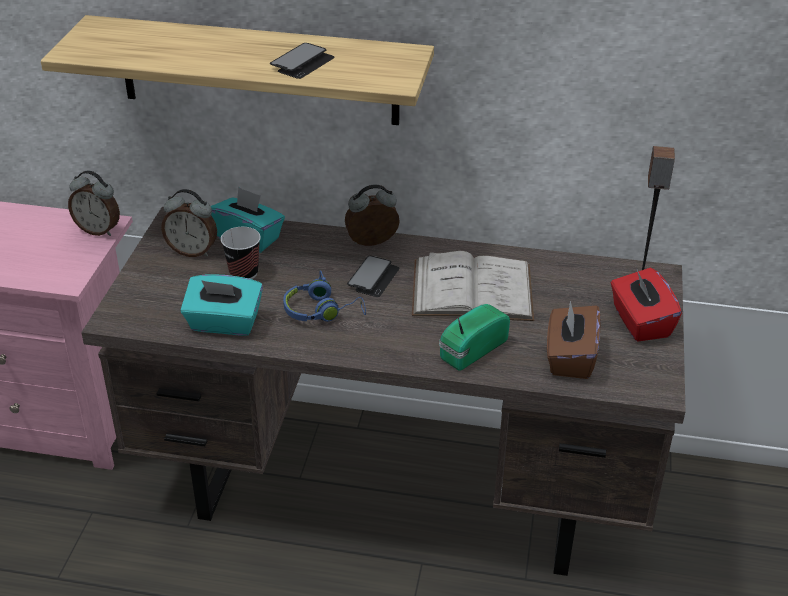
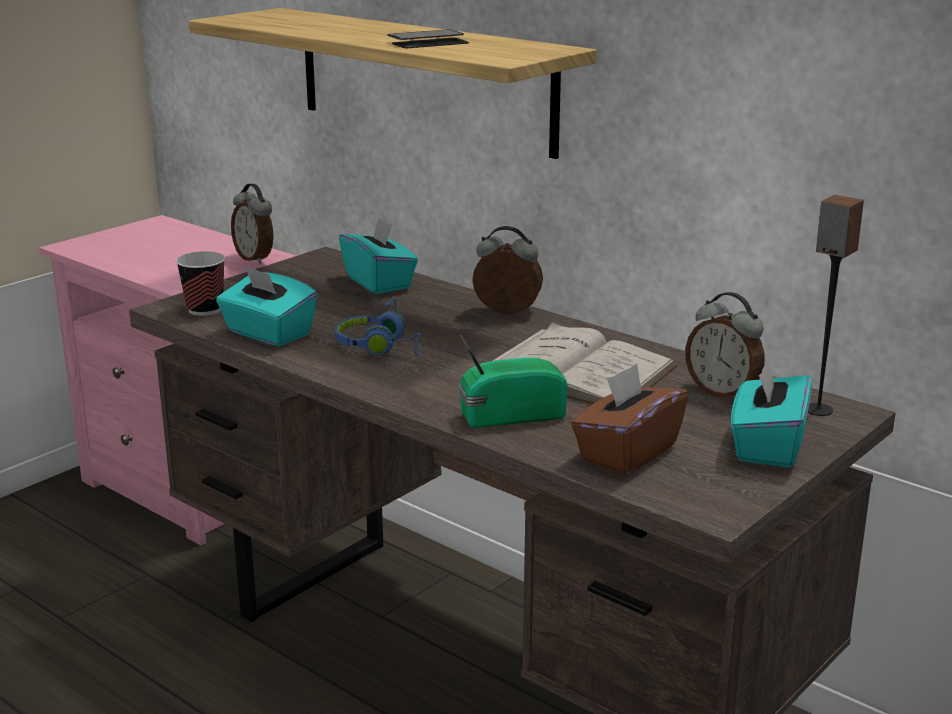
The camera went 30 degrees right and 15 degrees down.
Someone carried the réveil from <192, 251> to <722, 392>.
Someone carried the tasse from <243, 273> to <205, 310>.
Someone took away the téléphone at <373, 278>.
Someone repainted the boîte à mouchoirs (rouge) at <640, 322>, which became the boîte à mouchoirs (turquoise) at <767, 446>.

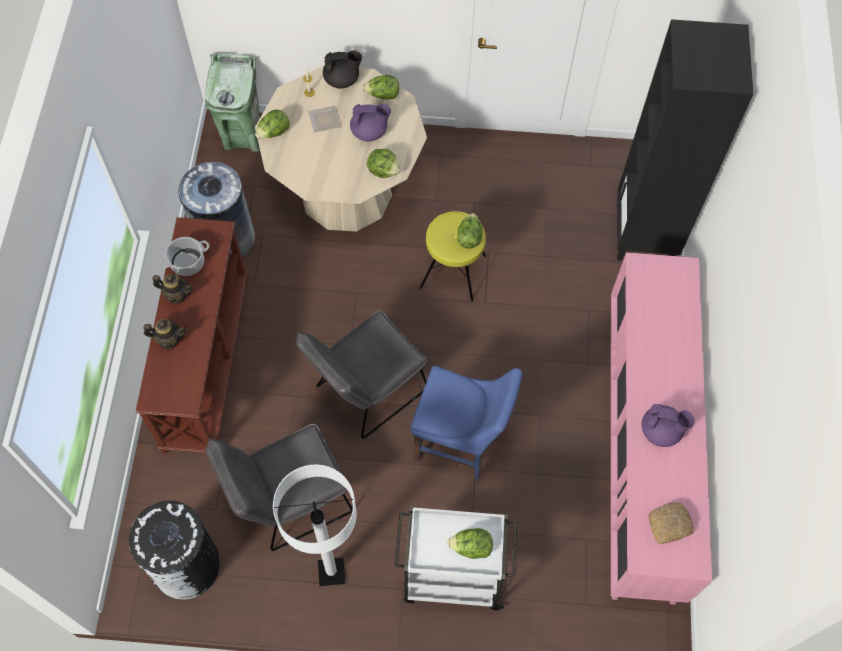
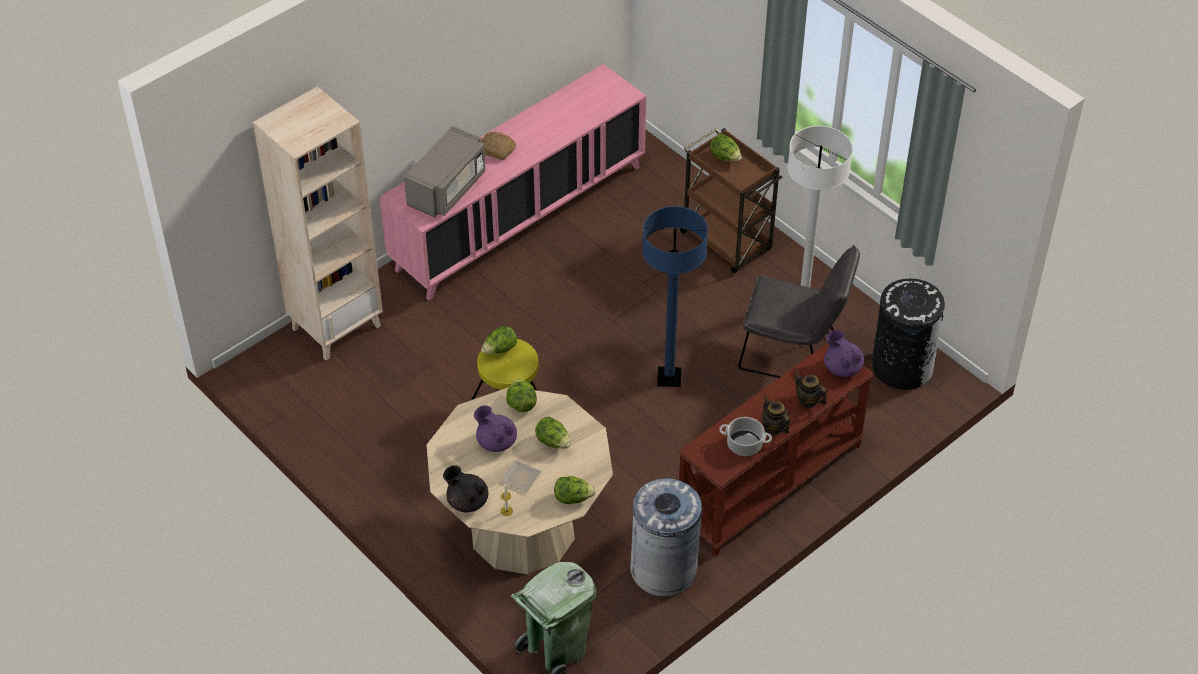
The camera went 135 degrees left and 15 degrees down.
Someone swapped the chaise (gris) at <365, 392> for the lampadaire (bleu) at <669, 378>.
Someone carried the laitue from <382, 95> to <553, 442>.
Someone repainted the chariot (blanc) at <451, 577>, which became the chariot (marron) at <727, 242>.
Someone took away the chaise (bleu) at <460, 444>.
Someone repainted the bibliothèque (noir) at <644, 234>, which became the bibliothèque (beige) at <336, 326>.
Someone carried the théière (violet) from <661, 431> to <842, 367>.
Someone carried the pain from <668, 525> to <497, 149>.
Someone put down the micro-ondes (gris) at <448, 189>.

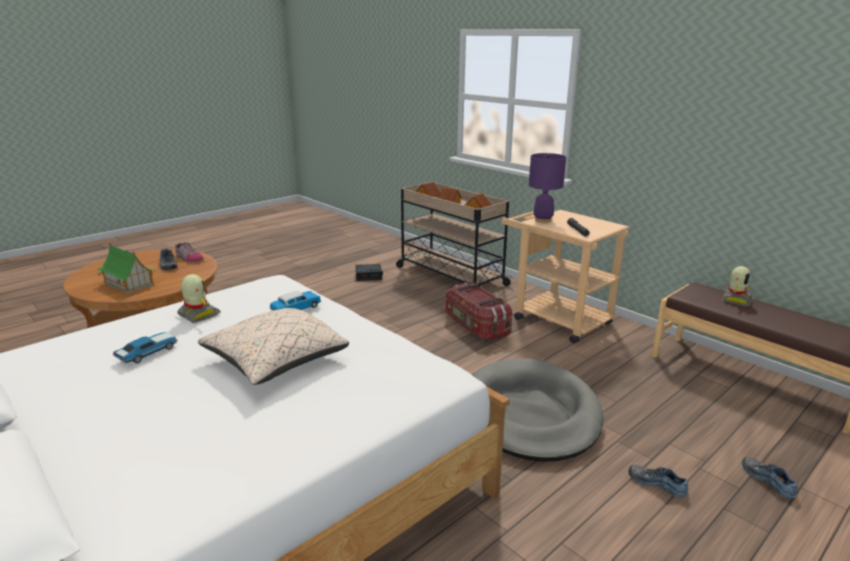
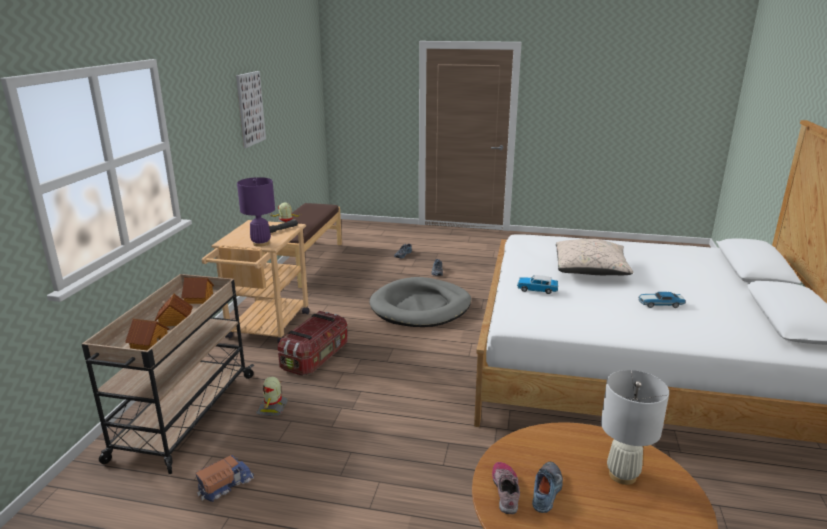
The camera went 125 degrees left and 0 degrees up.
Someone swapped the maison miniature at <129, 284> for the lampe de table (blanc) at <622, 475>.
Someone carried the robot jouet from <198, 315> to <273, 408>.
Someone swapped the réveil at <369, 275> for the camion jouet at <225, 485>.
Someone put up the tableau at <250, 109>.

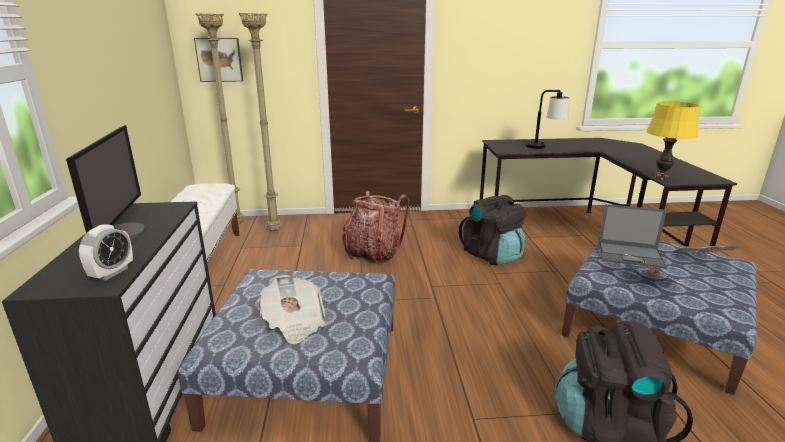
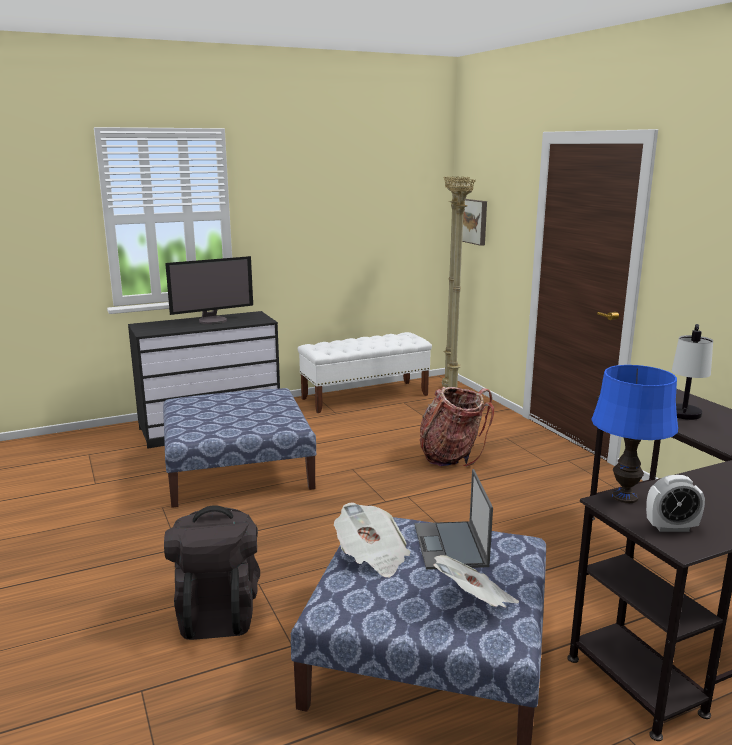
The camera went 70 degrees right and 5 degrees down.
Someone carried the réveil from <112, 273> to <671, 527>.
Someone took away the journal at <294, 323>.
Someone took away the sac à dos (noir) at <492, 255>.
Someone repainted the lampe de table (jaune) at <661, 177>, which became the lampe de table (bleu) at <625, 497>.

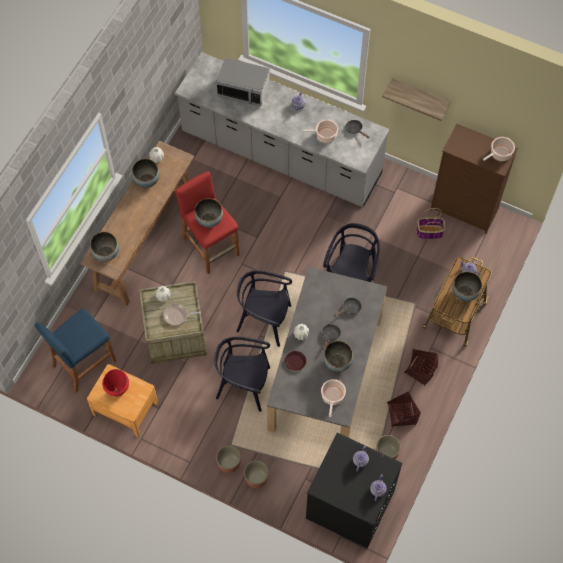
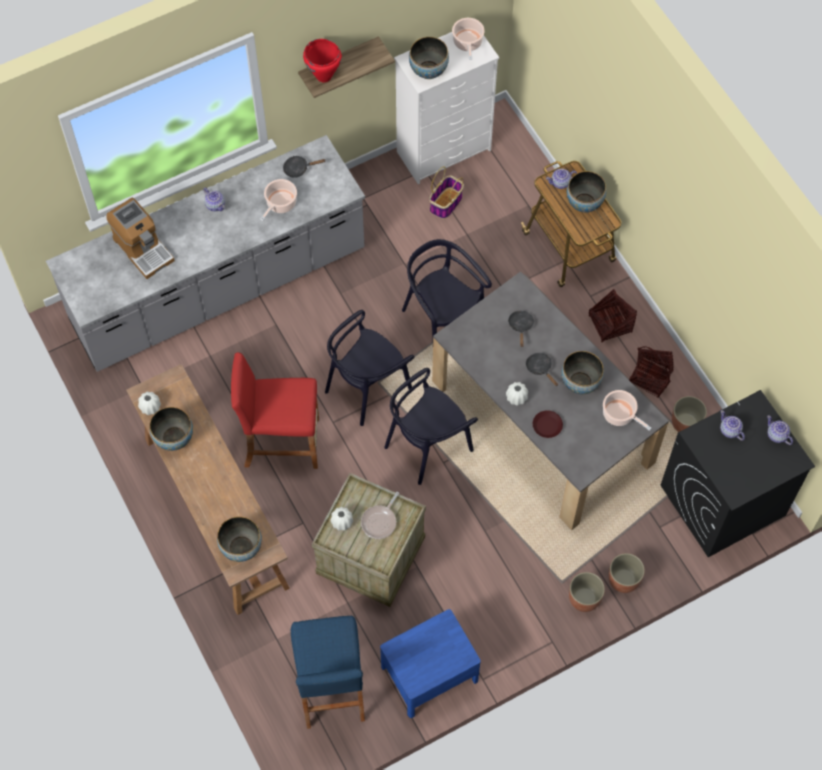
The camera went 55 degrees left and 0 degrees up.
Someone repainted the table de chevet (marron) at <125, 408>, which became the table de chevet (bleu) at <429, 673>.
Someone carried the marmite (rouge) from <118, 391> to <324, 76>.
Someone carried the bol from <209, 220> to <428, 70>.
Someone carried the chaise (noir) from <243, 385> to <367, 387>.
Someone swapped the micro-ondes at <243, 90> for the machine à café at <143, 249>.
Someone repainted the commode (marron) at <464, 209>, which became the commode (blanc) at <445, 151>.

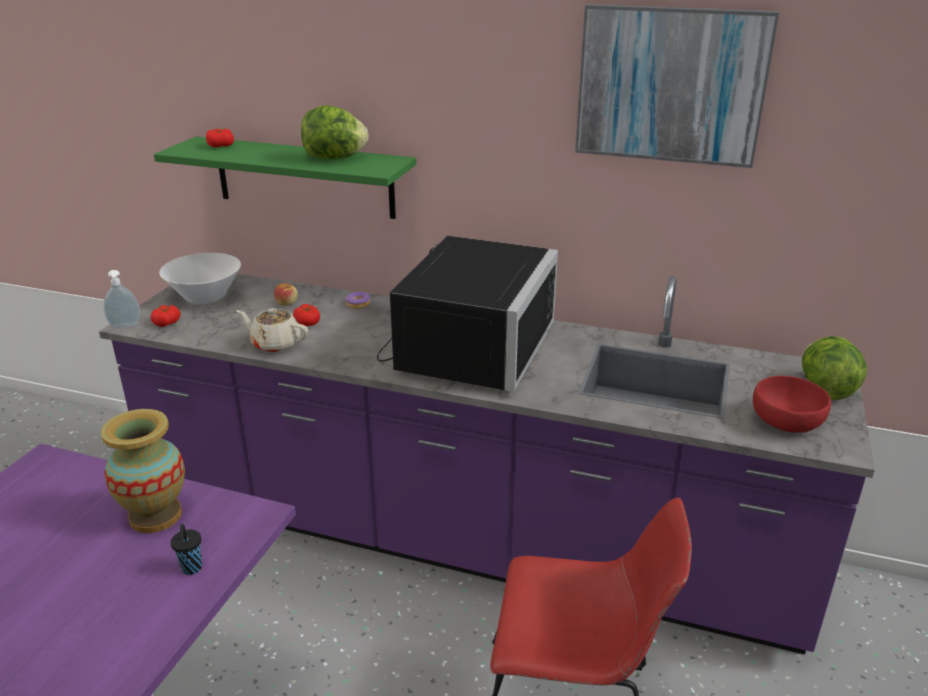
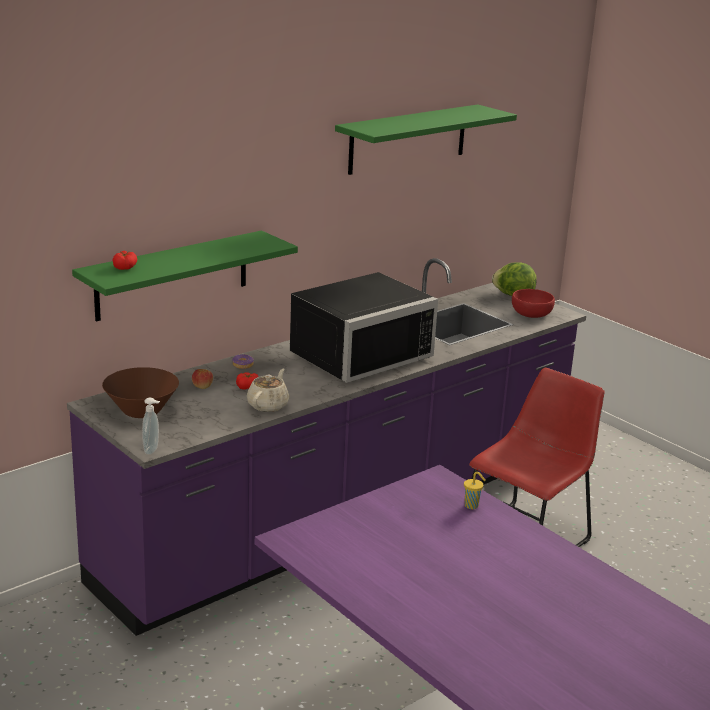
The camera went 60 degrees left and 5 degrees down.
Someone took away the vase at <155, 516>.
Someone took away the tomate at <167, 322>.
Someone repainted the bol (blanc) at <205, 297>, which became the bol (marron) at <141, 411>.
Someone repainted the tasse (noir) at <191, 569>, which became the tasse (jaune) at <472, 506>.
Someone rotated the théière (beige) at <275, 344> by 150 degrees clockwise.
Someone took away the laitue at <335, 158>.
Someone rotated the micro-ondes (noir) at <465, 347> by 90 degrees clockwise.
Someone swapped the tableau at <670, 85> for the étagère (vert) at <408, 139>.

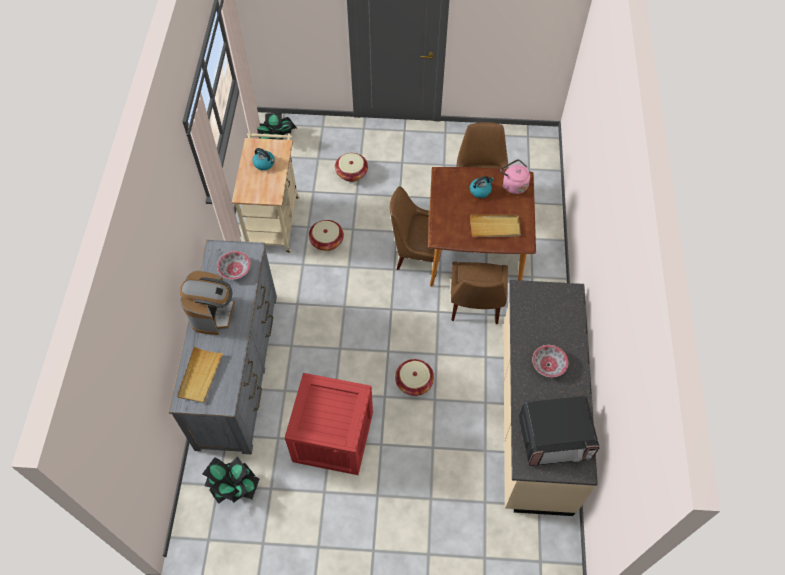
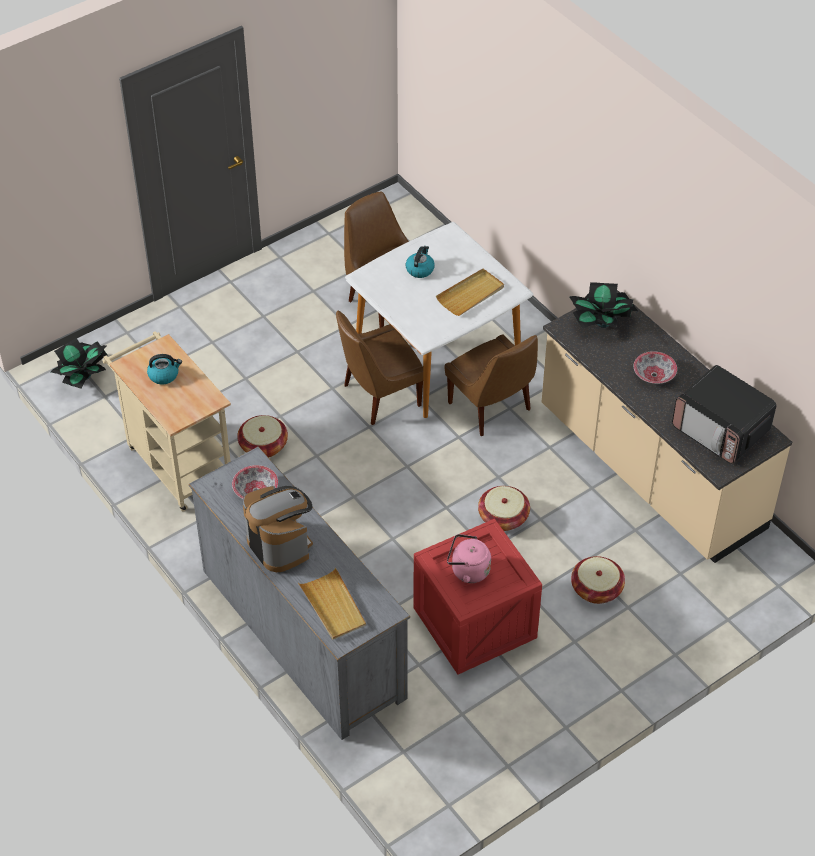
The camera went 40 degrees left and 10 degrees down.
Someone carried the plante en pot from <234, 486> to <602, 323>.
Someone carried the panier from <351, 173> to <596, 589>.
Someone repainted the table à manger (marron) at <474, 252>, which became the table à manger (blanc) at <436, 356>.
Someone carried the bouilloire (rose) from <513, 185> to <468, 570>.
Someone rotated the micro-ondes at <555, 438> by 90 degrees clockwise.

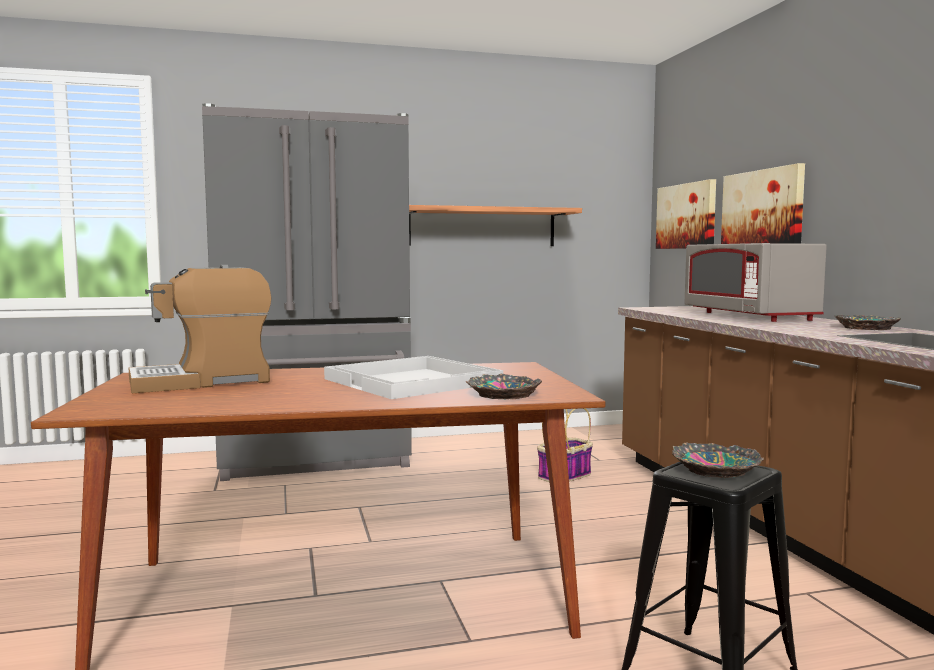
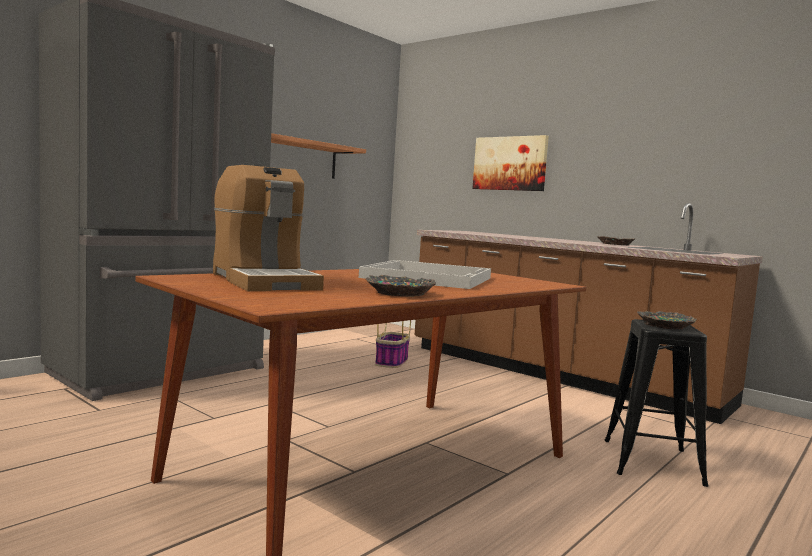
The camera went 35 degrees left and 0 degrees up.
Someone rotated the machine à café at <203, 381> by 60 degrees counterclockwise.
Someone carried the bol from <502, 394> to <399, 293>.
Someone took away the tableau at <686, 216>.
Someone took away the micro-ondes (gris) at <749, 316>.

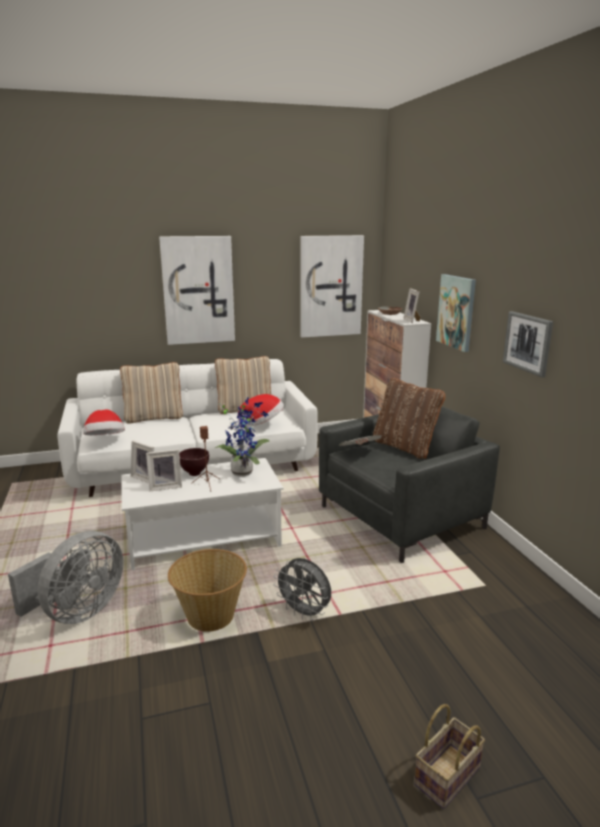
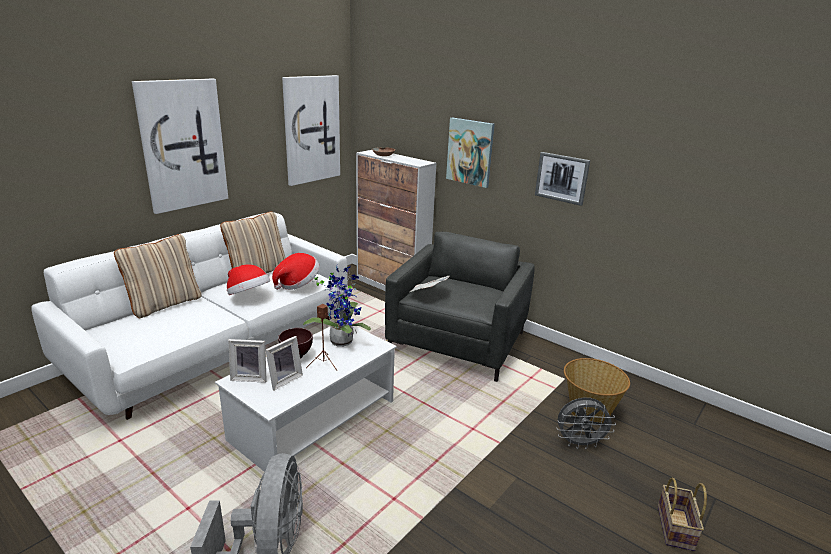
The camera went 35 degrees left and 5 degrees up.
Someone carried the chapeau from <105, 440> to <248, 296>.
Someone carried the panier from <210, 616> to <588, 412>.
Someone carried the ventilateur (gris) from <304, 613> to <579, 443>.
Someone took away the coussin (marron) at <405, 447>.
Someone took away the cadre photo at <412, 320>.

